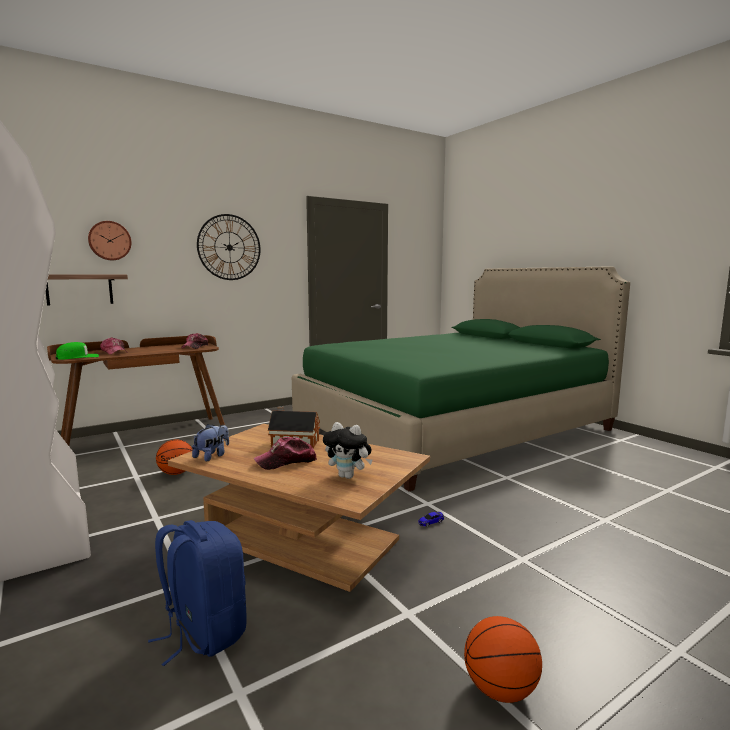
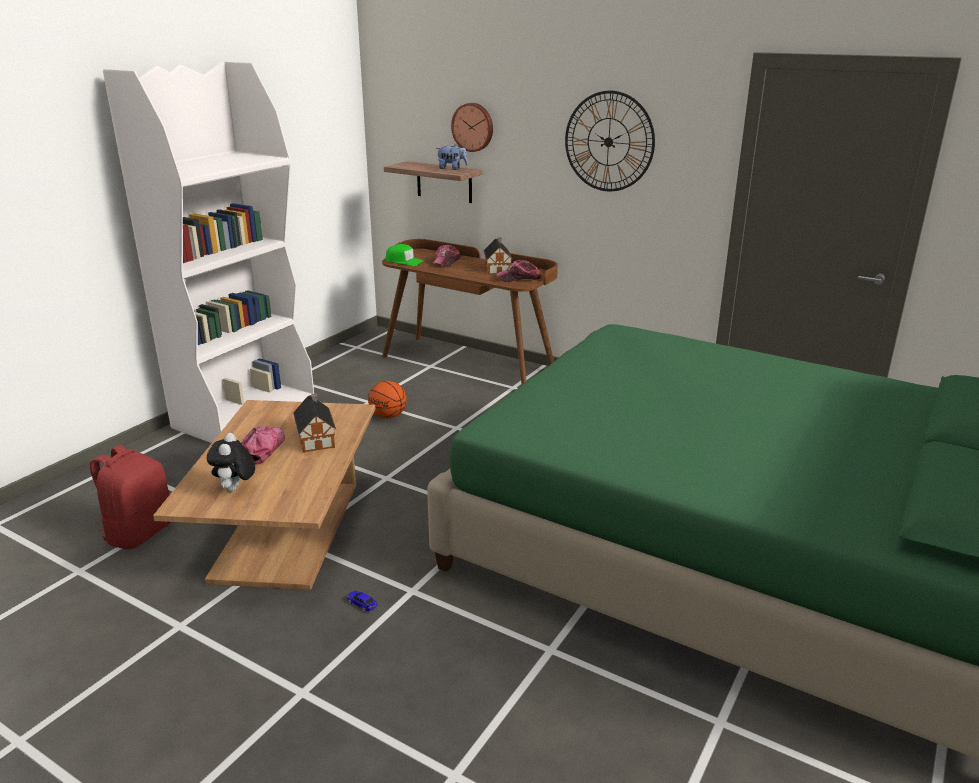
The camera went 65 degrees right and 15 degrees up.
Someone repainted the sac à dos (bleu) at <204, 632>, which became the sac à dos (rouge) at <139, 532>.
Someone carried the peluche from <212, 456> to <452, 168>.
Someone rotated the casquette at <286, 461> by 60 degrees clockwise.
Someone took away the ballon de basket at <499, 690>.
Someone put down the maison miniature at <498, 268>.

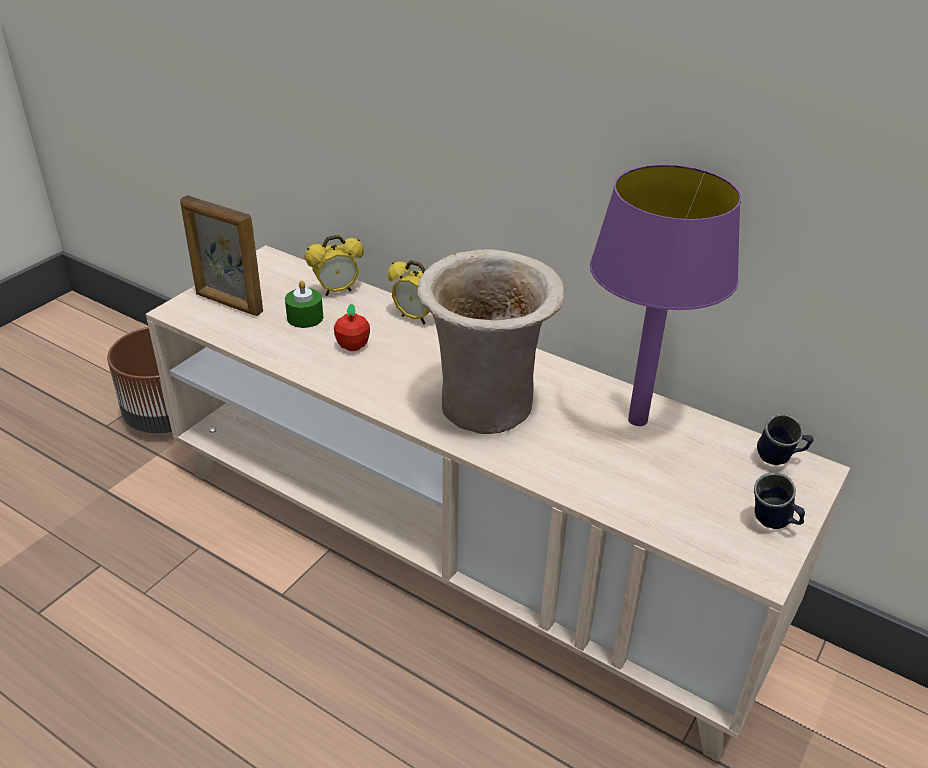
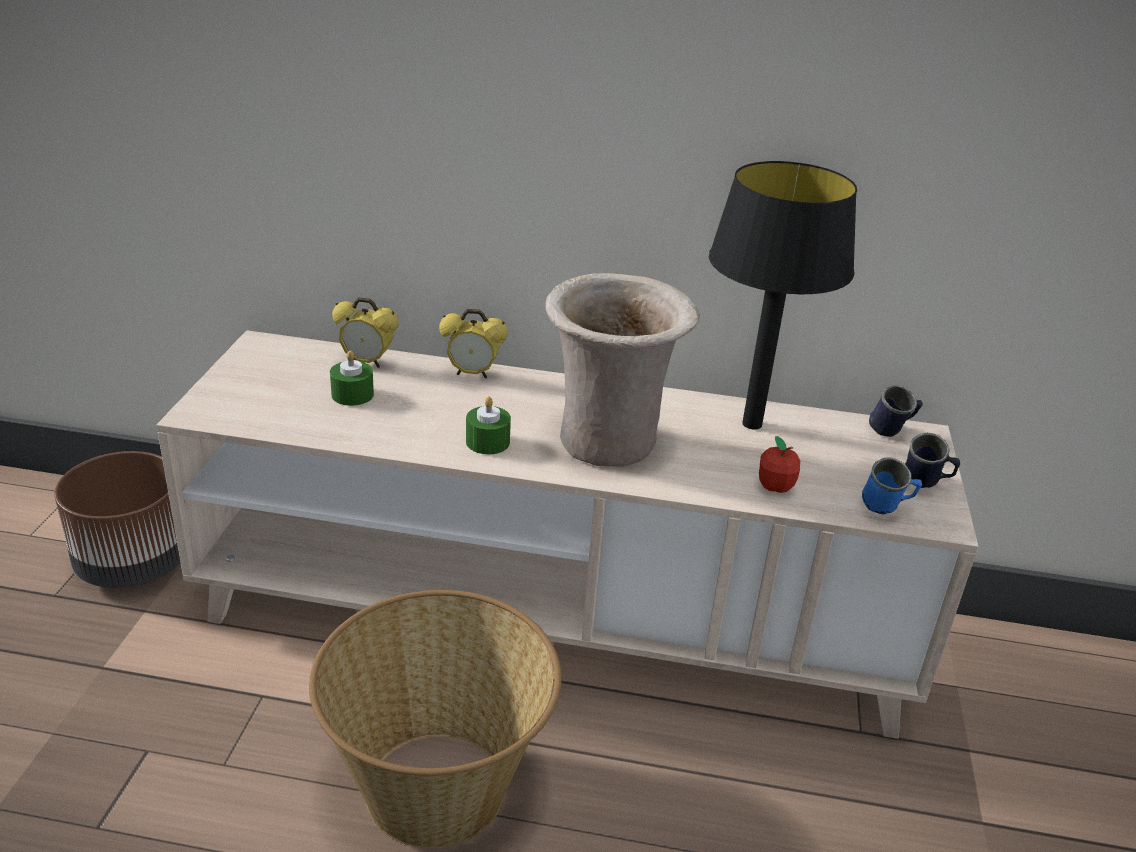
The camera went 25 degrees left and 5 degrees down.
Someone took away the cadre photo at <228, 303>.
Someone rotated the réveil at <337, 291> by 60 degrees clockwise.
Someone carried the pomme from <353, 346> to <775, 487>.
Someone repainted the lampe de table (violet) at <636, 420>, which became the lampe de table (noir) at <751, 424>.
Someone put down the panier at <438, 789>.
Someone put down the bougie (vert) at <487, 442>.
Someone put down the mug (bleu) at <886, 510>.

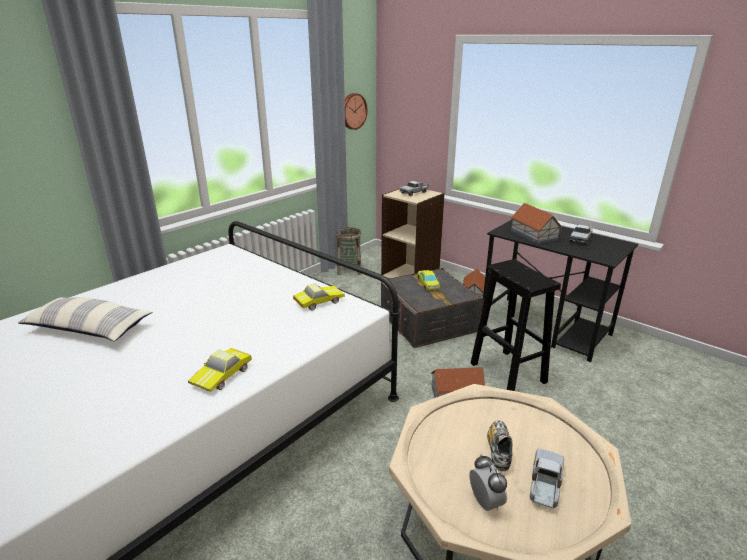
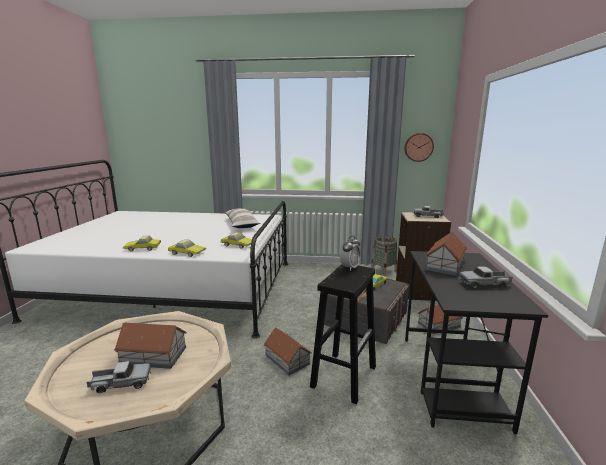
The camera went 55 degrees right and 10 degrees down.
Someone carried the coussin from <89, 329> to <241, 224>.
Someone carried the réveil from <485, 502> to <350, 267>.
Someone swapped the chaussure at <499, 450> for the maison miniature at <153, 355>.
Someone put down the petite voiture at <187, 252>.

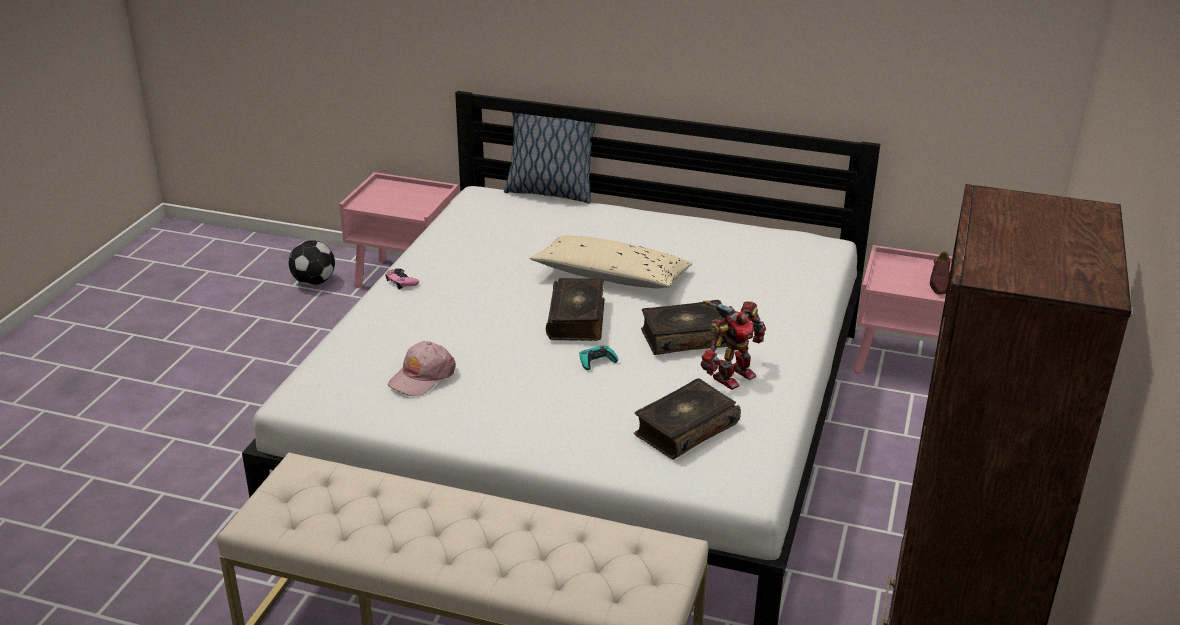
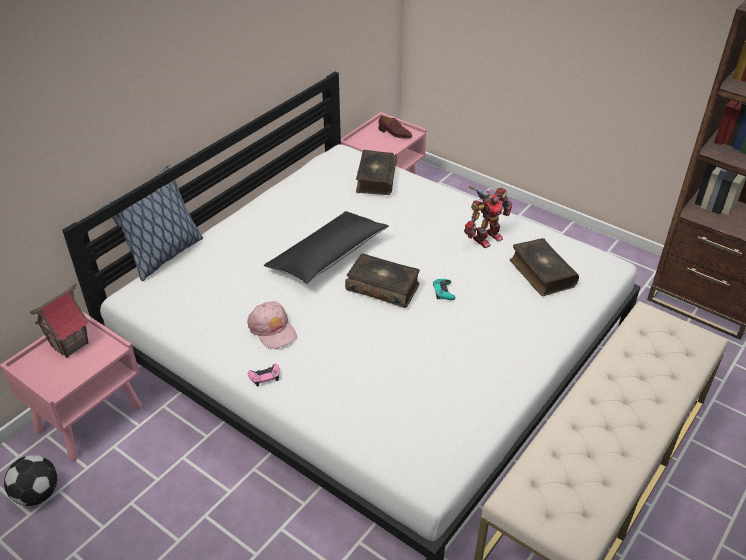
The camera went 70 degrees left and 10 degrees up.
Someone carried the casquette (rose) from <422, 377> to <272, 329>.
Someone repainted the coussin (beige) at <611, 277>, which became the coussin (noir) at <328, 256>.
Someone carried the livre from <686, 338> to <375, 179>.
Someone rotated the robot jouet at <731, 375> by 75 degrees clockwise.
Someone put down the maison miniature at <70, 344>.

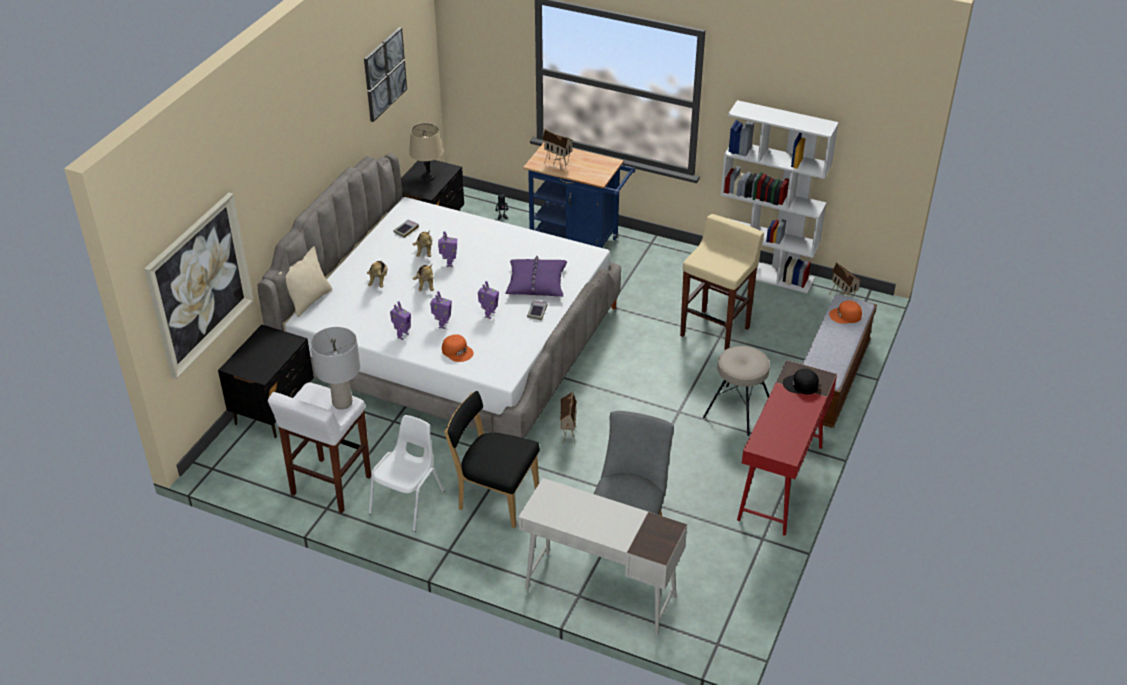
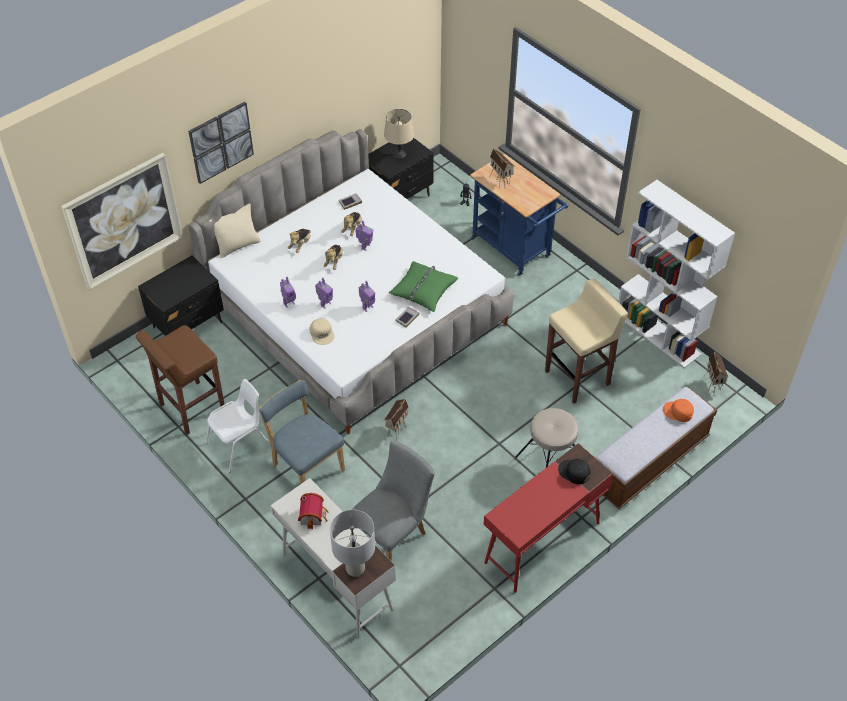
The camera went 25 degrees right and 10 degrees up.
Someone repainted the tabouret (blanc) at <330, 486>, which became the tabouret (marron) at <191, 408>.
Someone carried the lampe de table (gris) from <342, 402> to <355, 568>.
Someone carried the tableau from <384, 74> to <221, 142>.
Someone repainted the casquette (orange) at <457, 351>, which became the casquette (beige) at <322, 333>.
Someone repainted the chaise (noir) at <495, 497>, which became the chaise (bleu) at <306, 466>.
Someone repainted the coussin (violet) at <536, 283>, which became the coussin (vert) at <423, 290>.
Someone put down the maison miniature at <313, 515>.

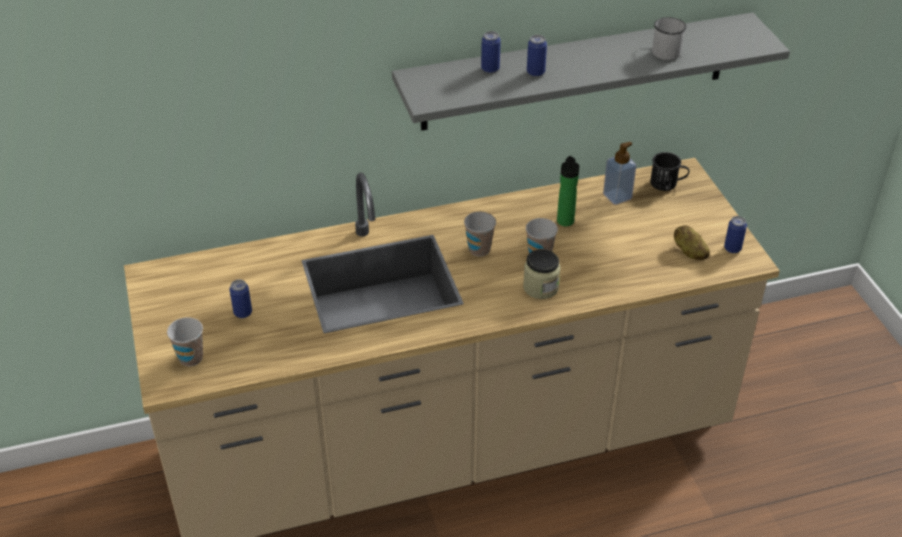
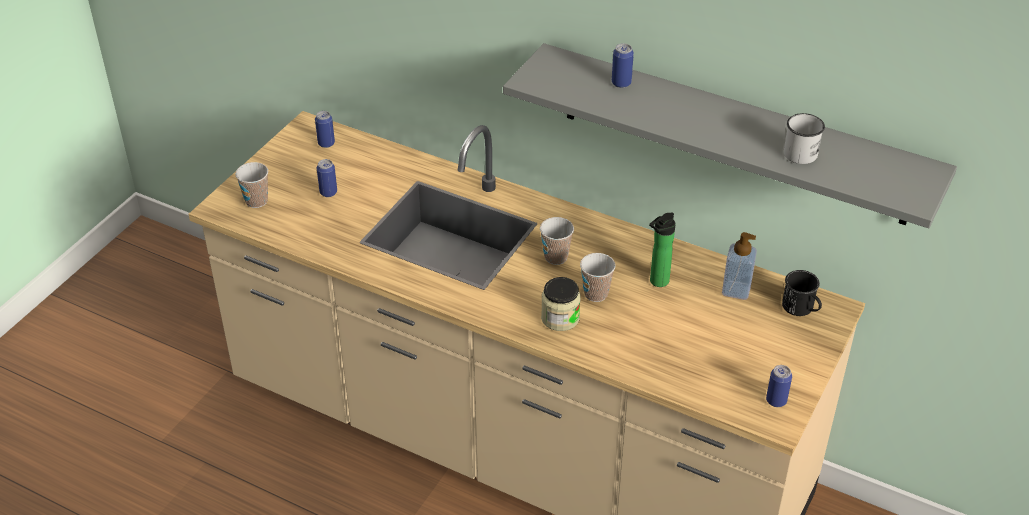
The camera went 45 degrees right and 0 degrees up.
Someone carried the boîte métallique from <535, 72> to <326, 143>.
Someone took away the pomme de terre at <689, 252>.

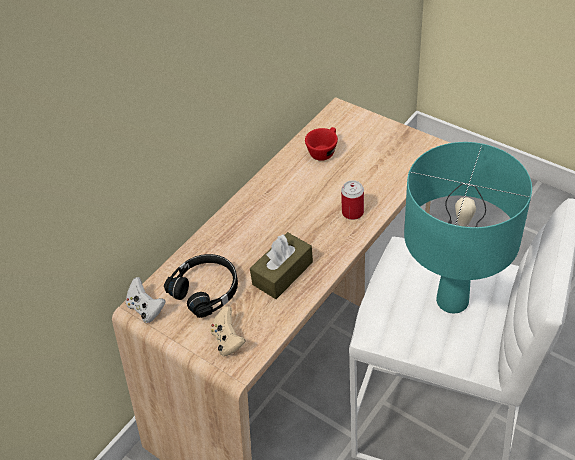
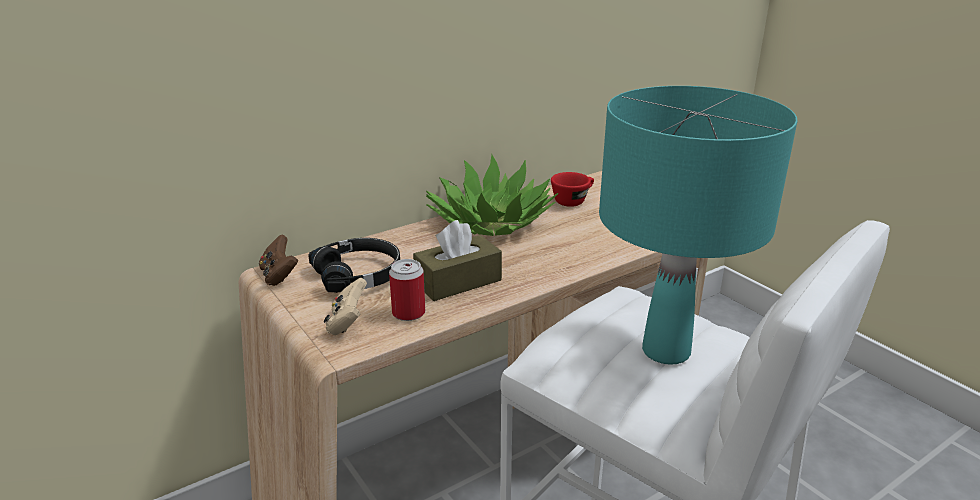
The camera went 15 degrees right and 20 degrees down.
Someone repainted the manette (blanc) at <146, 309>, which became the manette (marron) at <279, 276>.
Someone carried the boîte métallique from <352, 212> to <408, 313>.
Someone put down the plante en pot at <490, 222>.

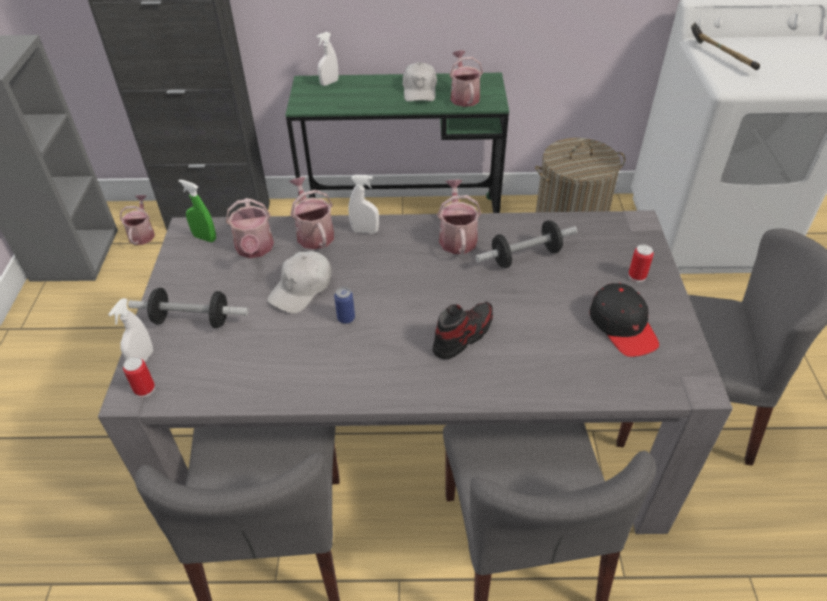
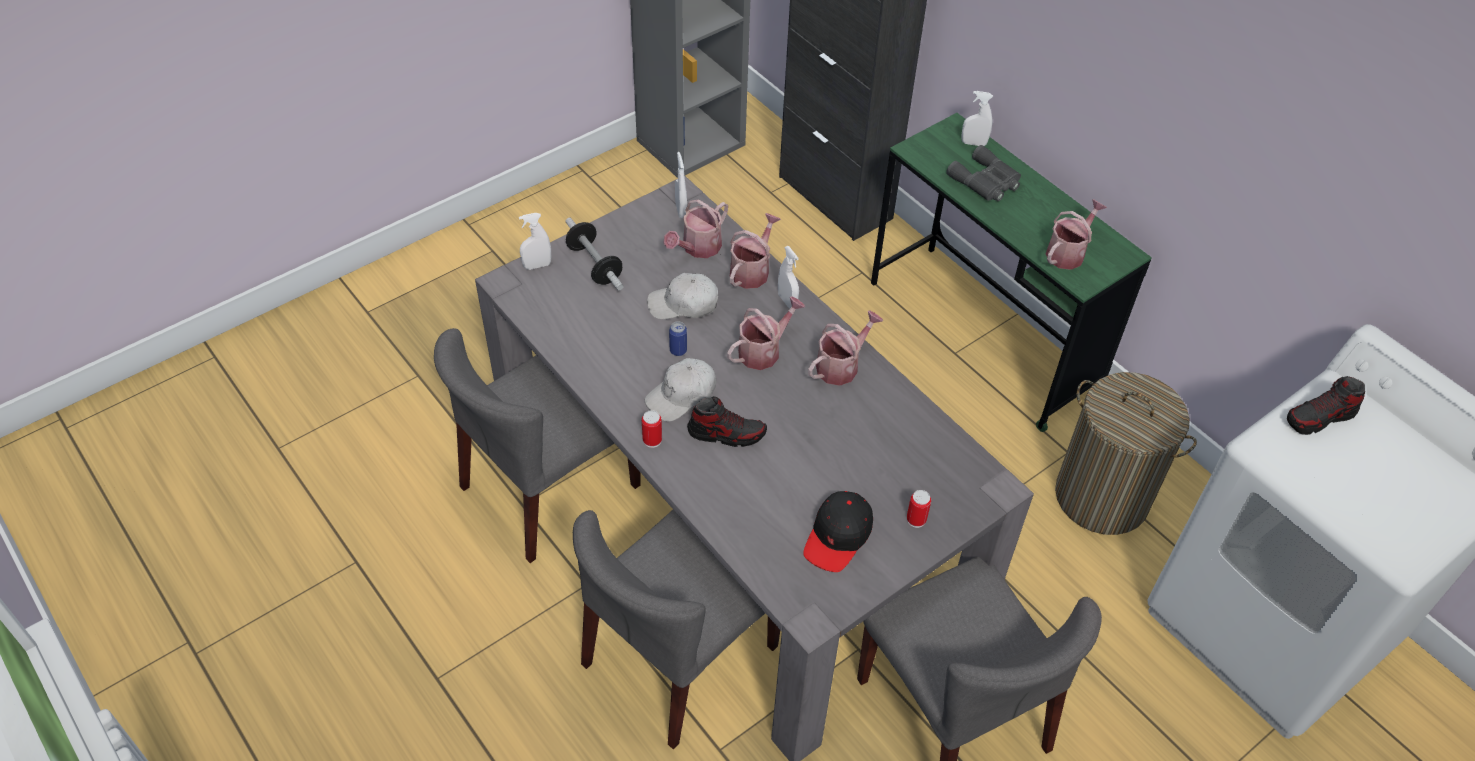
The camera went 50 degrees right and 5 degrees up.
Someone carried the arrosoir from <142, 233> to <763, 350>.
Someone carried the boîte métallique from <145, 389> to <652, 440>.
Someone repainted the vaporisateur (vert) at <204, 238>, which became the vaporisateur (blanc) at <681, 210>.
Someone carried the casquette (blanc) from <420, 90> to <682, 395>.
Someone took away the haltère at <525, 256>.
Someone swapped the marteau at <720, 57> for the chaussure at <1320, 418>.
Someone put down the jumelles (gris) at <986, 182>.

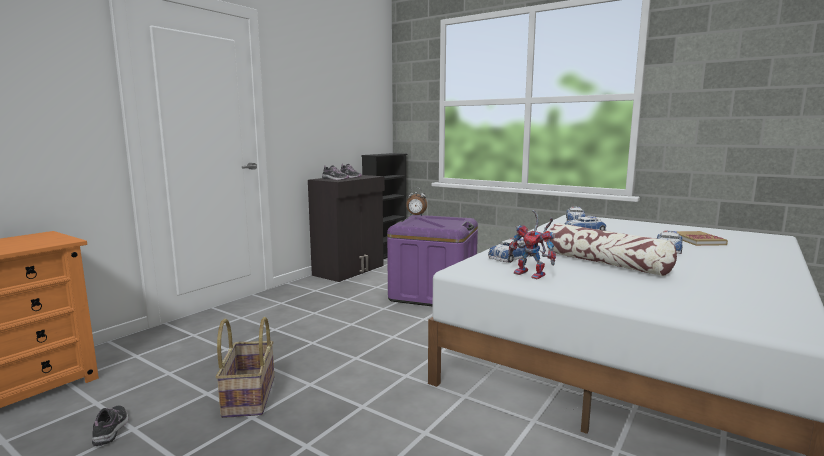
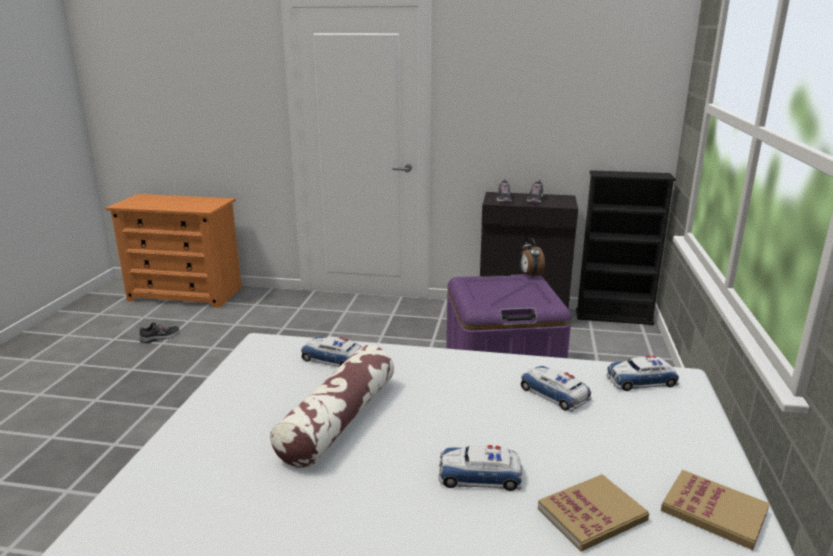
The camera went 65 degrees right and 10 degrees up.
Someone took away the panier at <248, 396>.
Someone took away the robot jouet at <533, 275>.
Someone put down the livre at <713, 512>.

